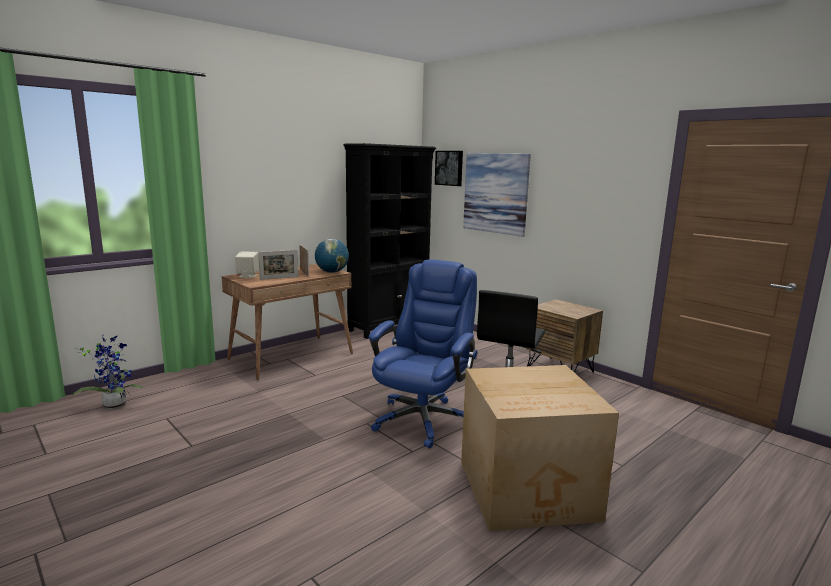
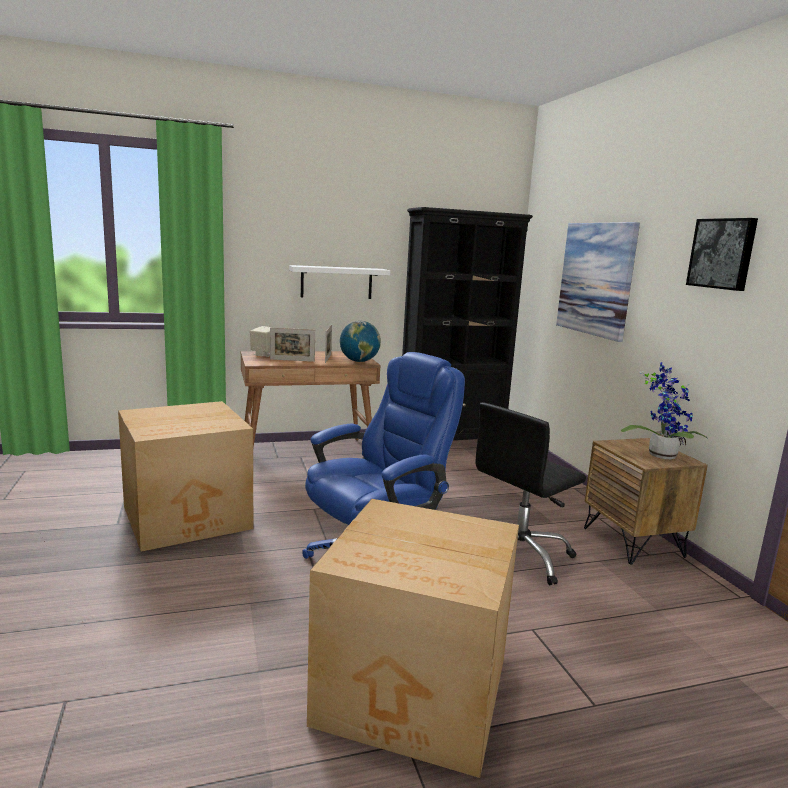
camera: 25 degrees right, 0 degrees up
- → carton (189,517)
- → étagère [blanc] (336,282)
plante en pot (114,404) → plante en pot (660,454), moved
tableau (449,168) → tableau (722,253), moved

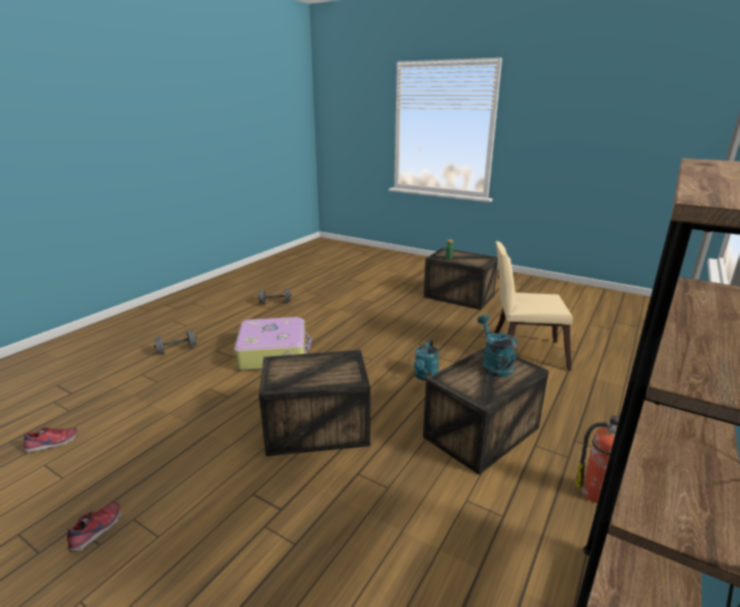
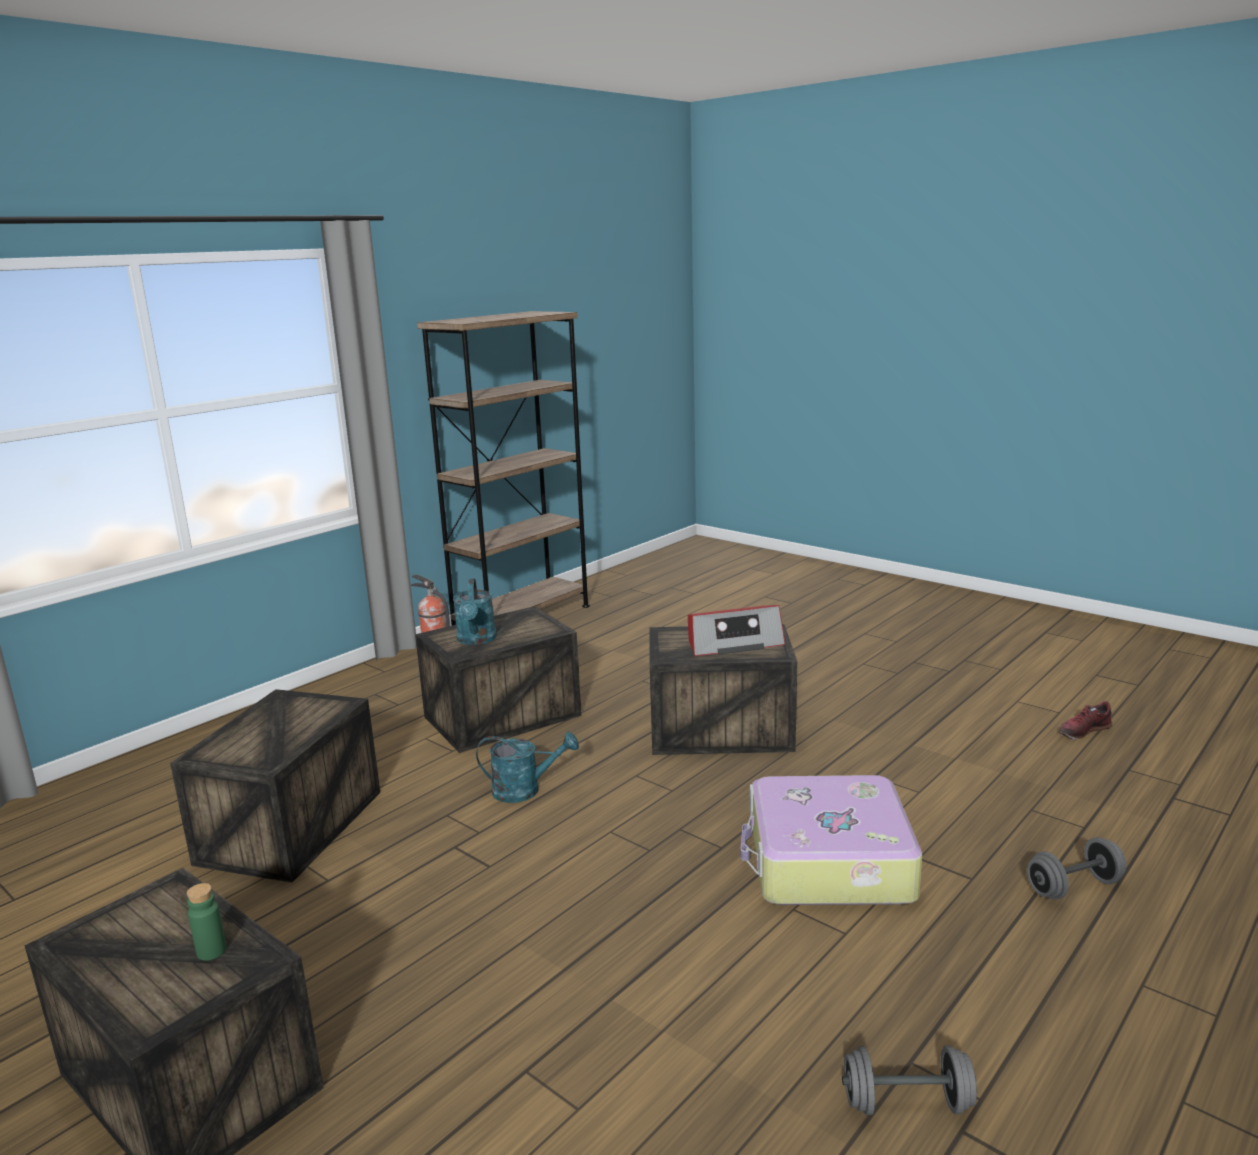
camera: 170 degrees left, 5 degrees down
chaussure (97,531) → -
- → radio (733,643)
chaise [beige] (522,352) → caisse (290,828)
arrosoir [turquoise] (425,377) → arrosoir [turquoise] (525,790), 60 degrees clockwise

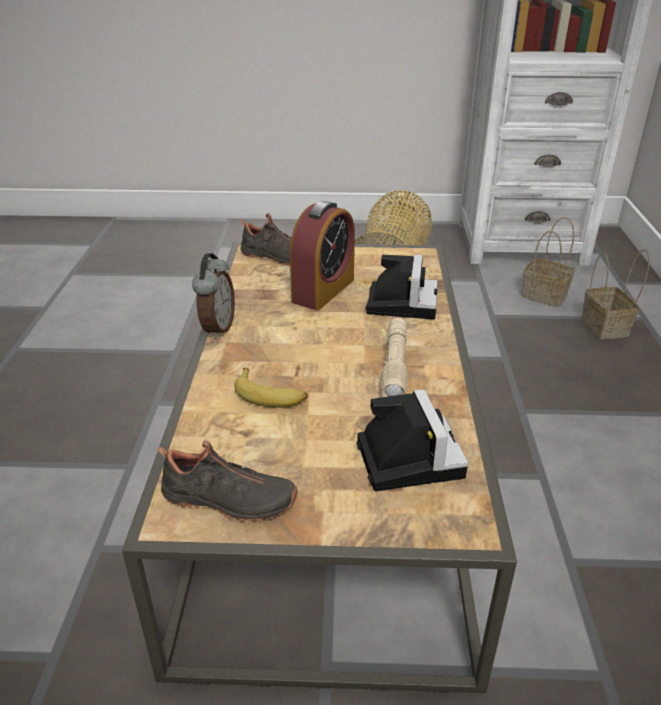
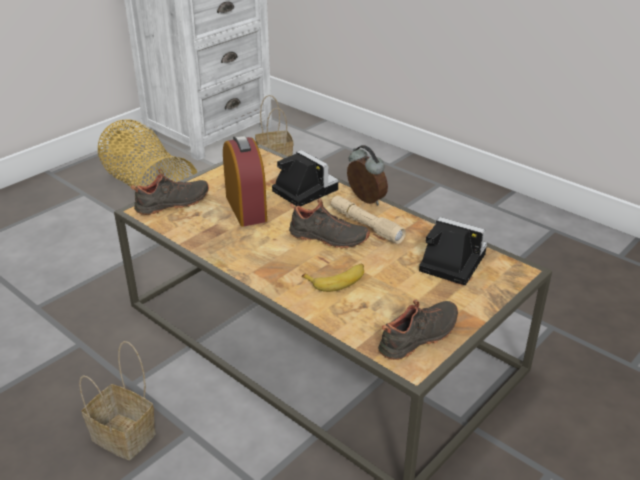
camera: 50 degrees left, 0 degrees up
- → chaussure [noir] (328,239)
réveil (217,328) → réveil (365,201), moved
panier (606,327) → panier (126,436), moved

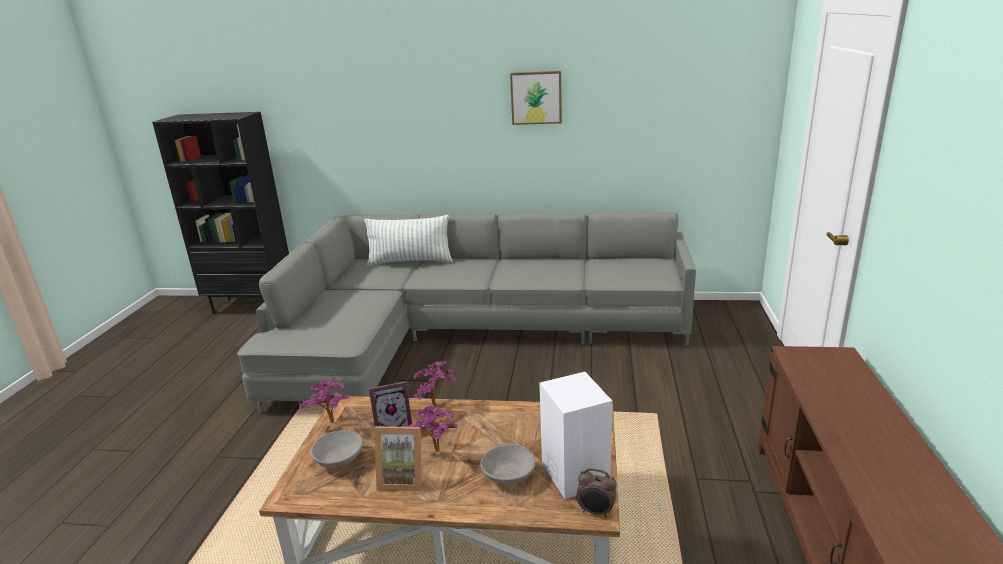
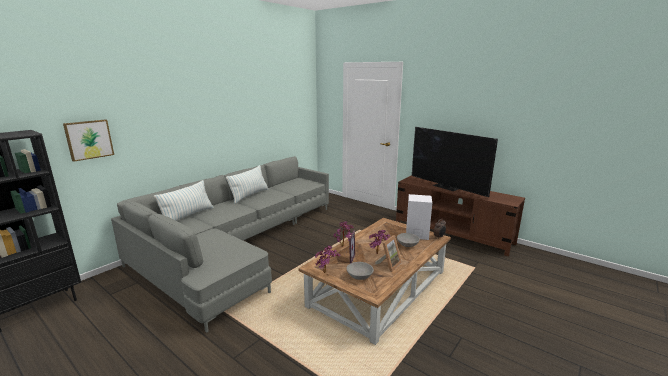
camera: 60 degrees left, 5 degrees down
- → coussin (249,195)
- → téléviseur (446,187)
tableau (536,97) → tableau (89,139), moved

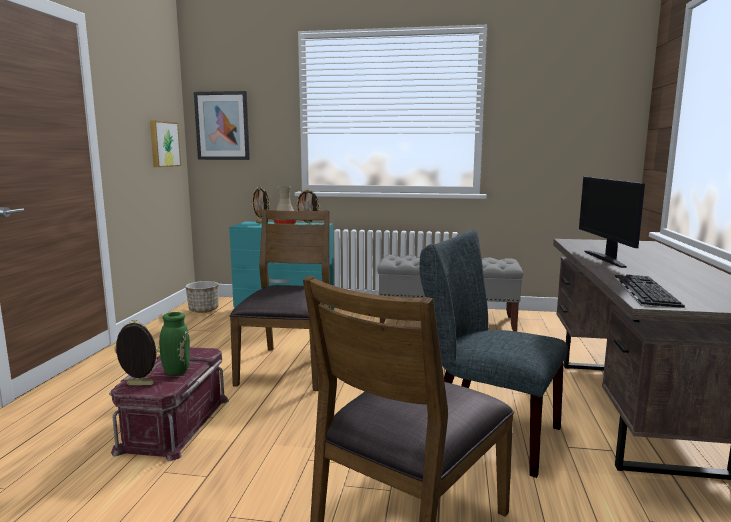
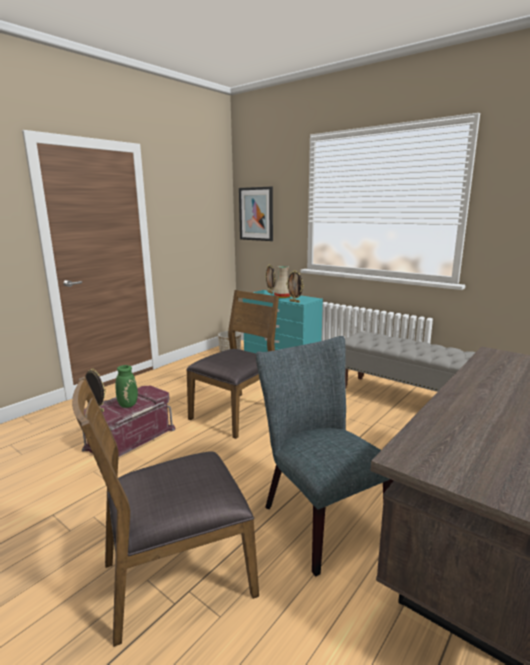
camera: 30 degrees right, 5 degrees up
tableau (163,144) → -
écran d'ordinateur (606,259) → -
clavier (643,290) → -

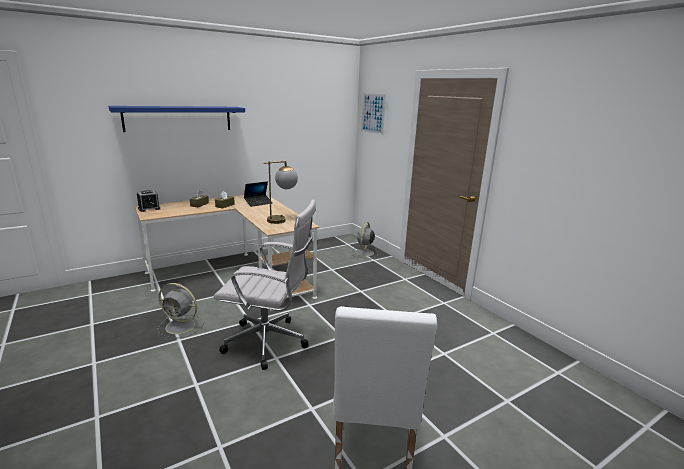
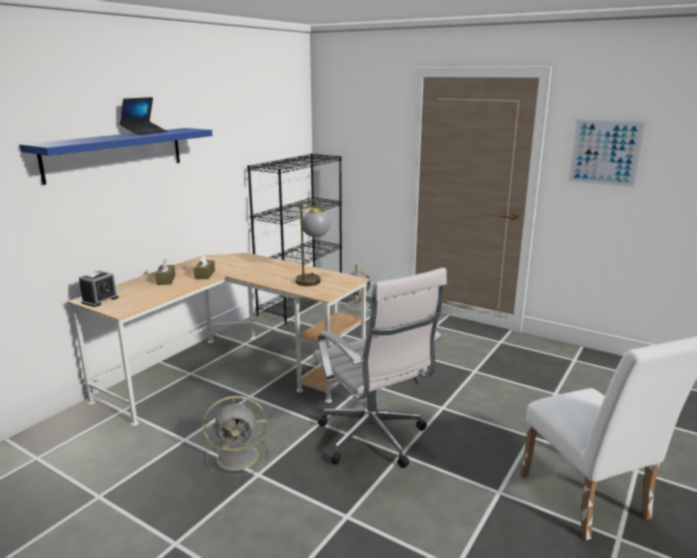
camera: 25 degrees left, 0 degrees up
- → bibliothèque [noir] (301,303)
ordinateur portable (258,203) → ordinateur portable (144,133), moved
tableau (373,113) → tableau (605,153), moved
chaise de bureau [blanc] (270,343) → chaise de bureau [blanc] (374,440), 75 degrees clockwise

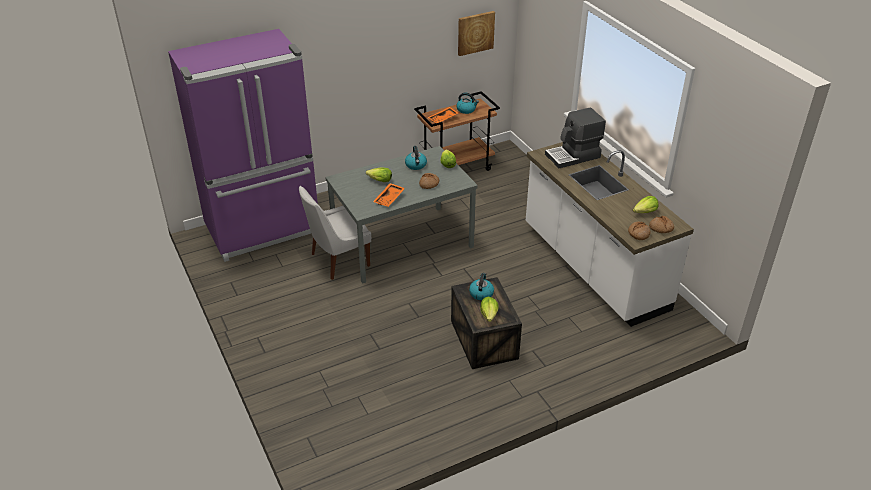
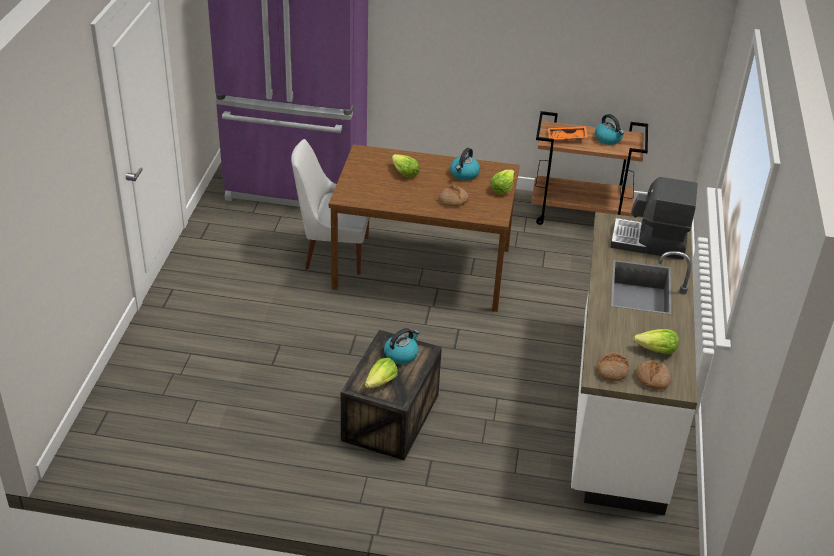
camera: 35 degrees right, 0 degrees up
plateau [orange] (389,199) → -
tableau (475,32) → -
table à manger [gris] (402,244) → table à manger [marron] (421,269)

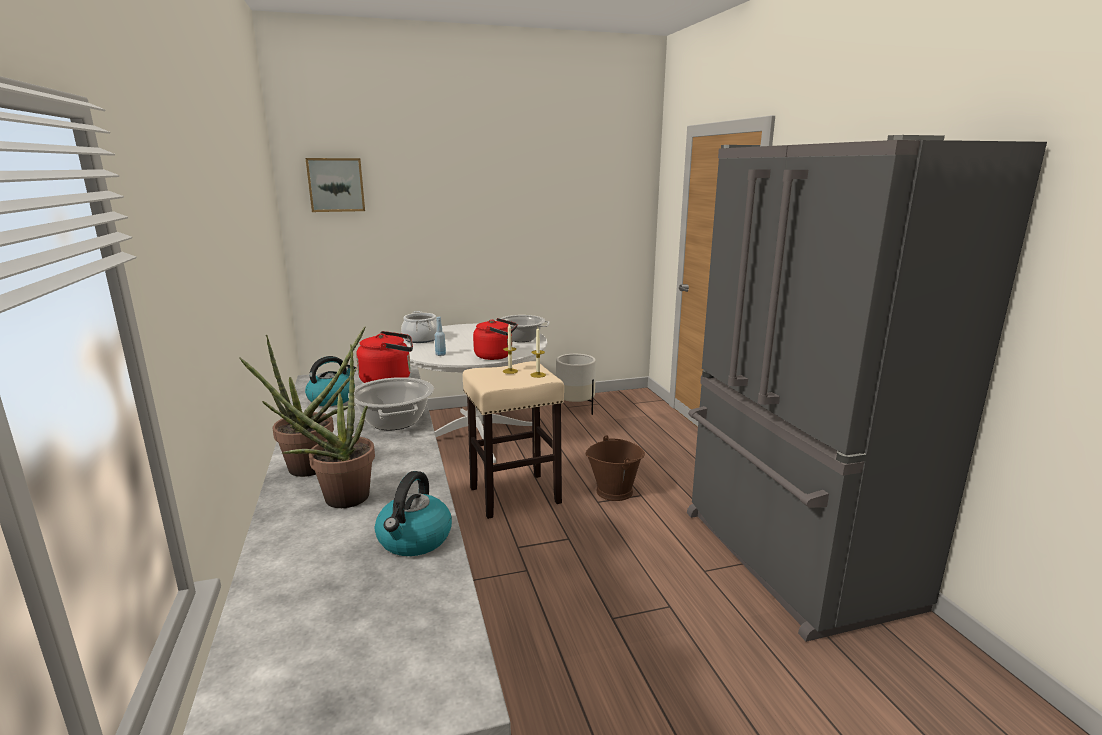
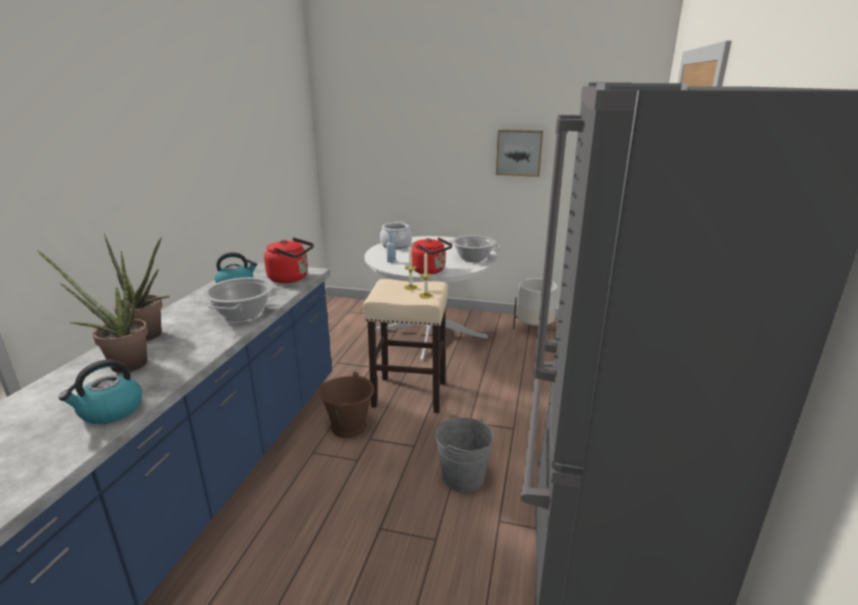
camera: 30 degrees right, 5 degrees up
- → seau [gris] (463,477)
tableau (336,185) → tableau (519,152), moved
seau [marron] (614,491) → seau [marron] (349,426), moved

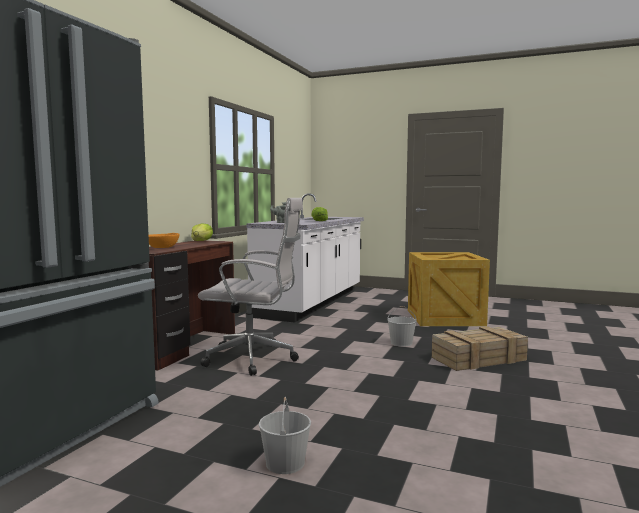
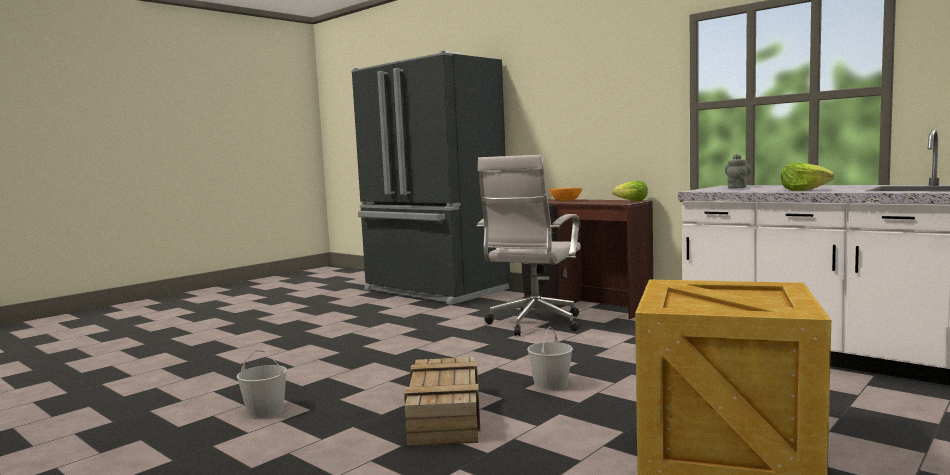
camera: 110 degrees right, 0 degrees up
seau [blanc] (285,463) → seau [blanc] (264,411), moved

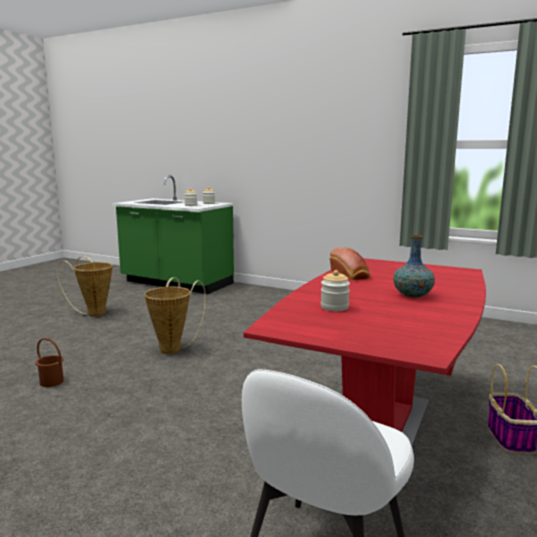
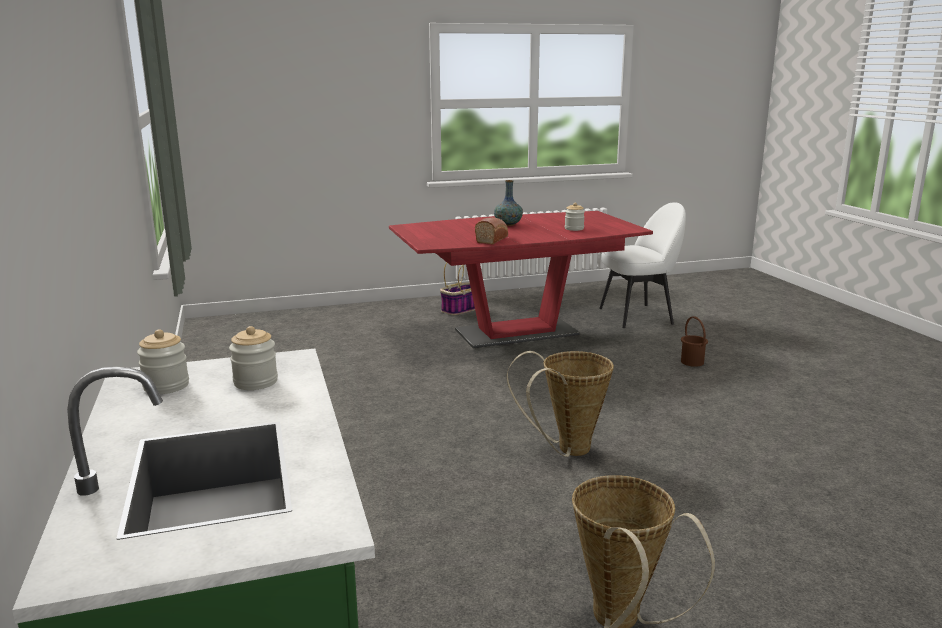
camera: 135 degrees left, 5 degrees up
seau [marron] (51,382) → seau [marron] (692,362), moved

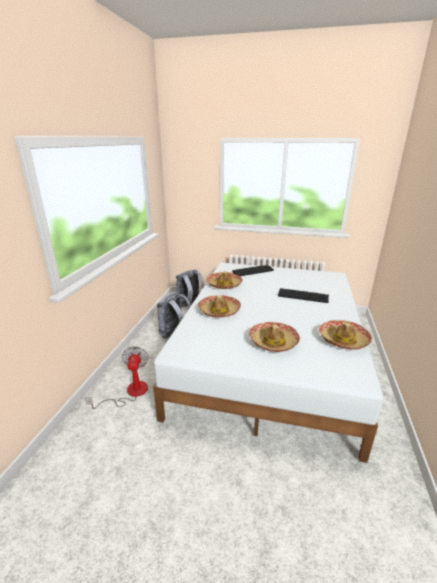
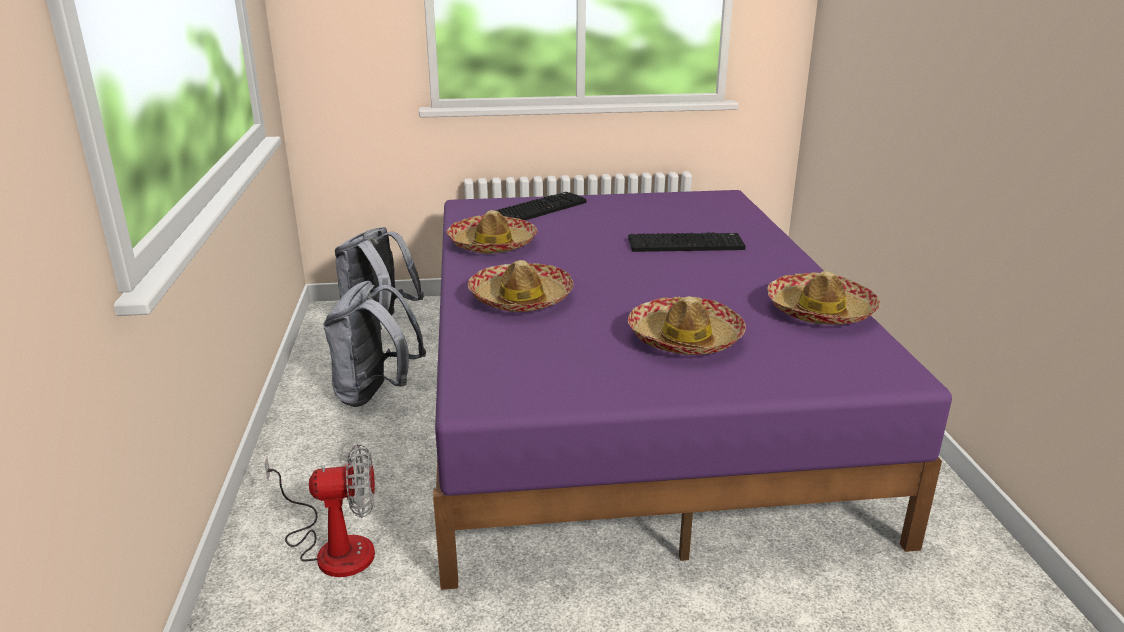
camera: 20 degrees left, 0 degrees up
lit [blanc] (269,357) → lit [violet] (629,400)
ventilateur (130,393) → ventilateur (333,547), 105 degrees clockwise

